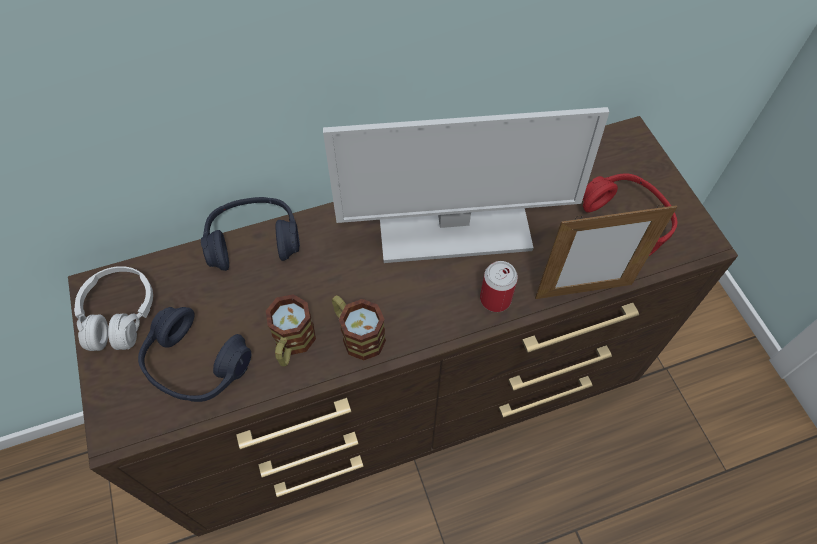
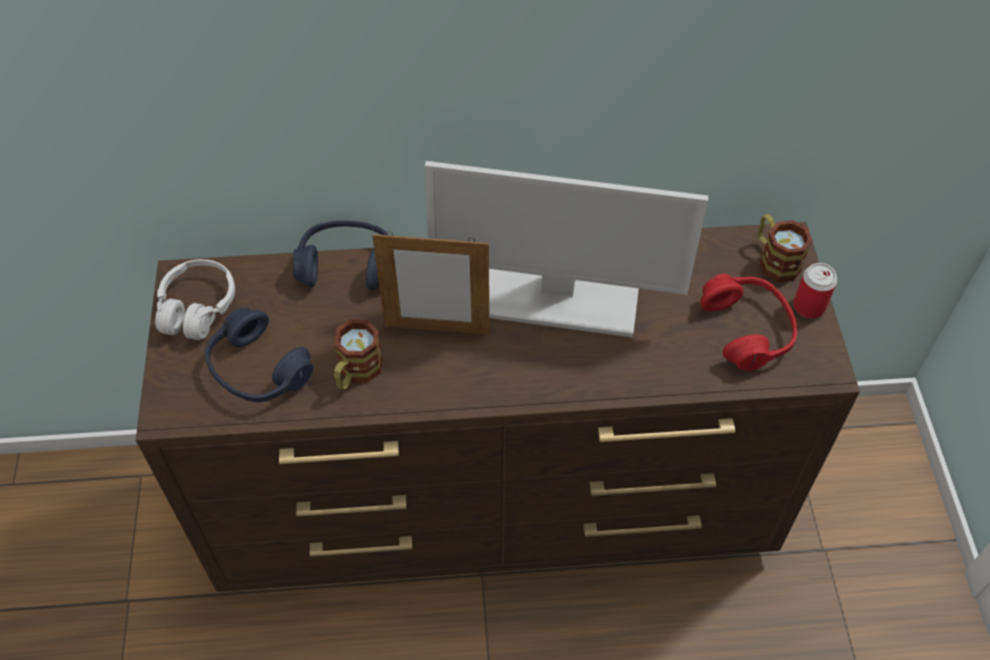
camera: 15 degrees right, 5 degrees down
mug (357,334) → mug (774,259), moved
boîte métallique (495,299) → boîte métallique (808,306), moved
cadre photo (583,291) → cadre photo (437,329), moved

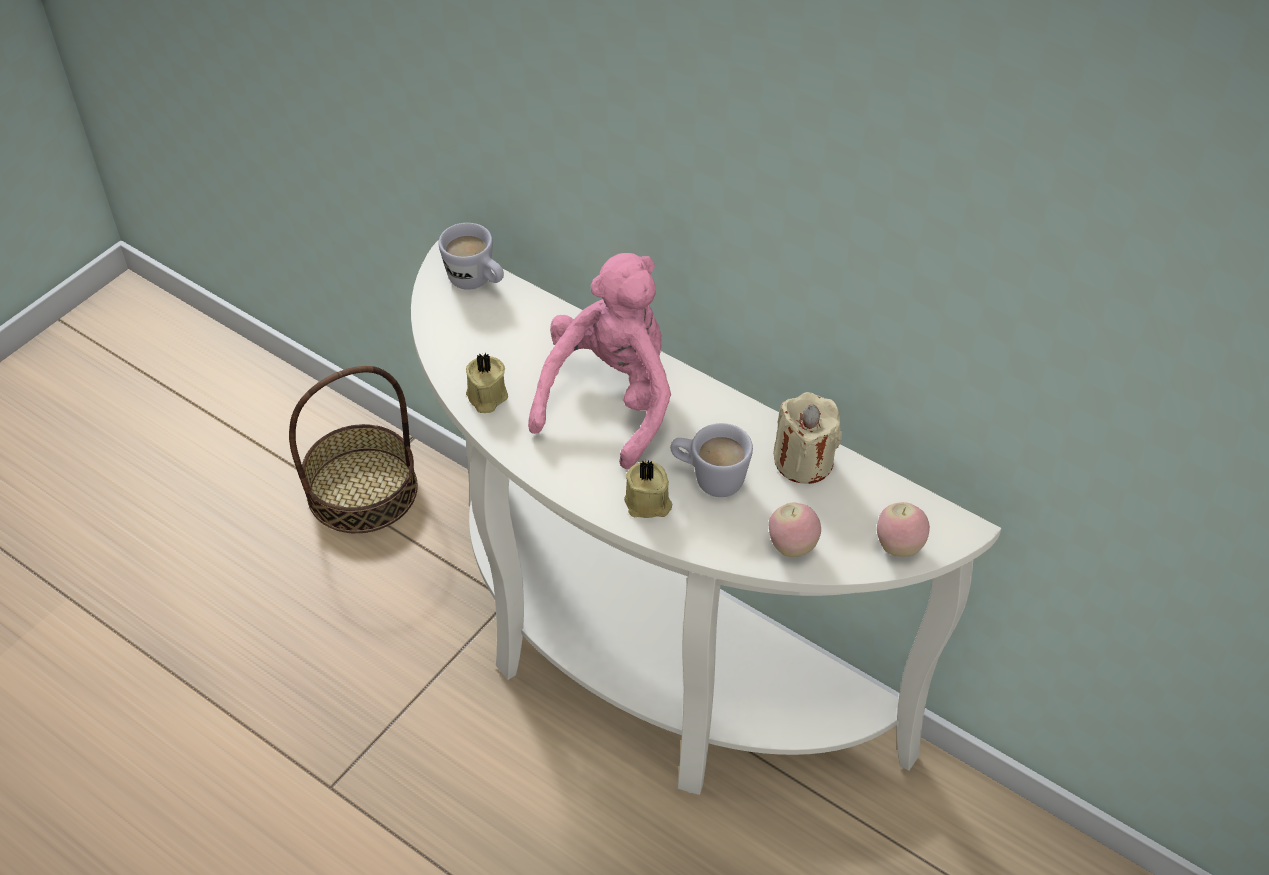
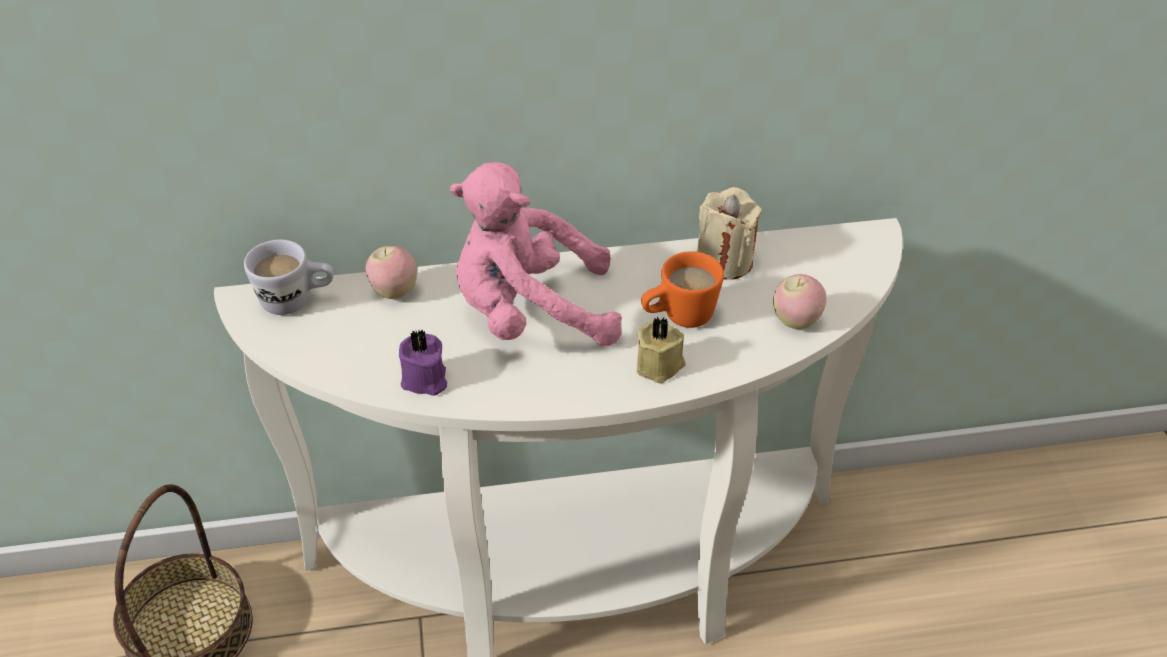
camera: 45 degrees left, 5 degrees down
pomme (899,547) → pomme (394,292), moved
bougie [beige] (486,397) → bougie [violet] (425,380)
mug [blanc] (709,479) → mug [orange] (678,318)
peluche [rose] (610,400) → peluche [rose] (530,314), 75 degrees counterclockwise

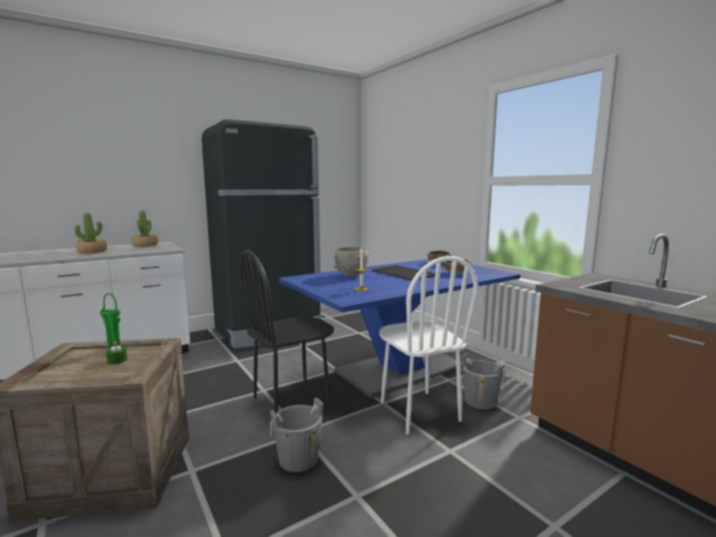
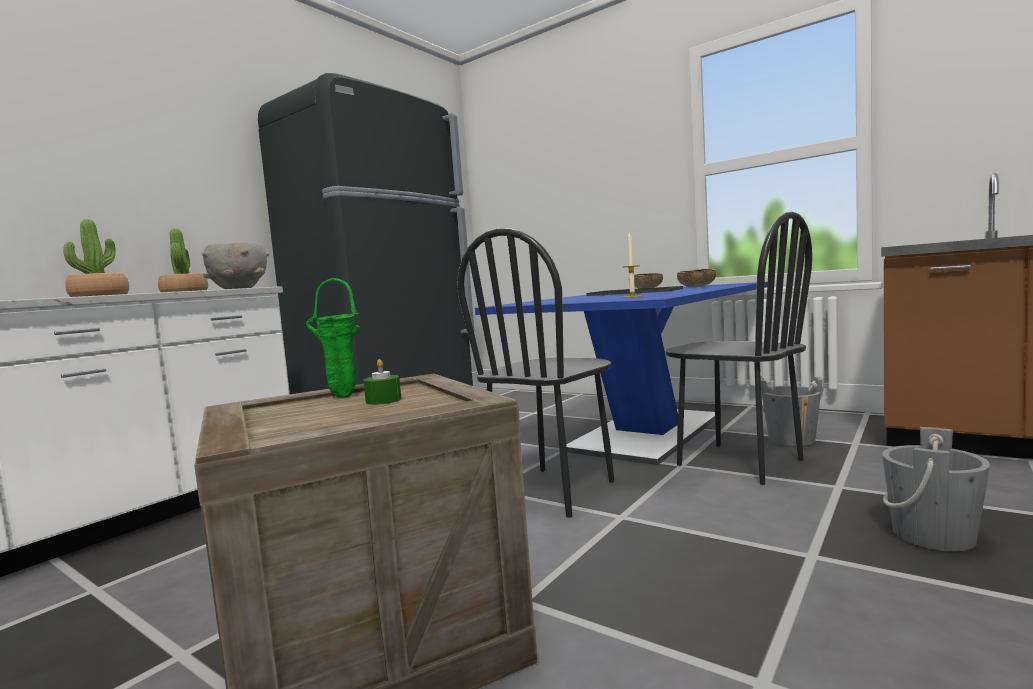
camera: 20 degrees left, 5 degrees down
seau [gris] (298,459) → seau [gris] (933,535), moved
bol [gris] (351,274) → bol [gris] (239,289), moved
chaise [blanc] (419,411) → chaise [noir] (739,462)

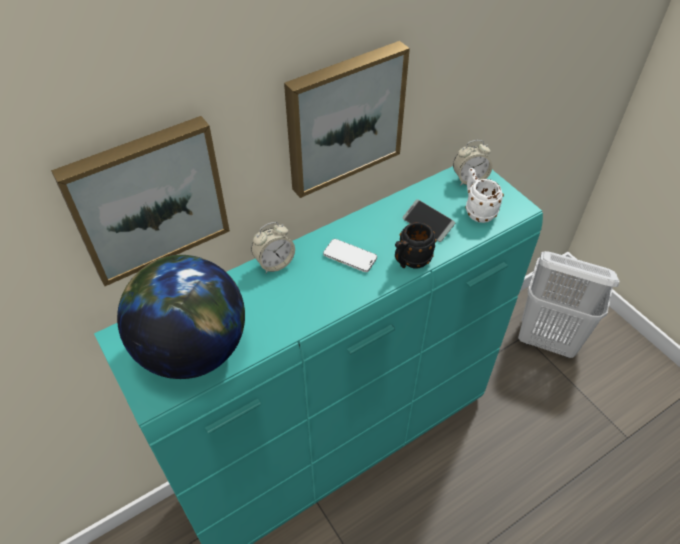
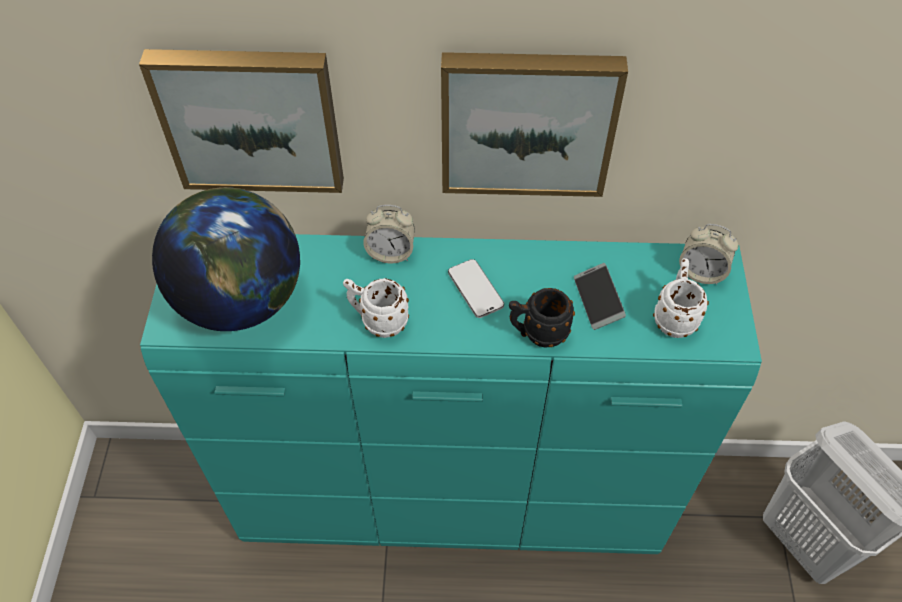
camera: 35 degrees right, 5 degrees up
- → mug [blanc] (378,321)

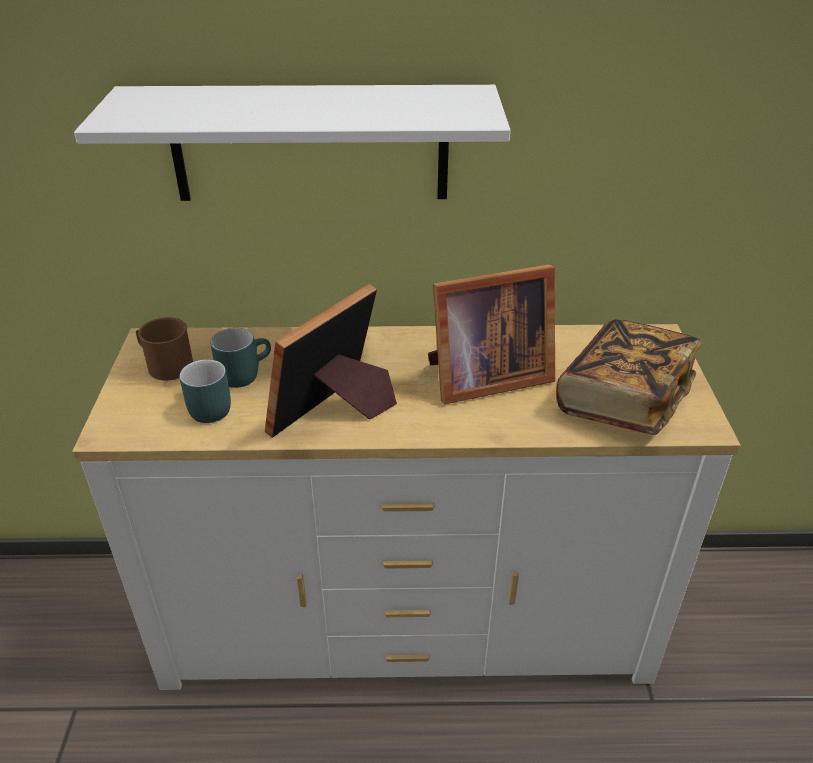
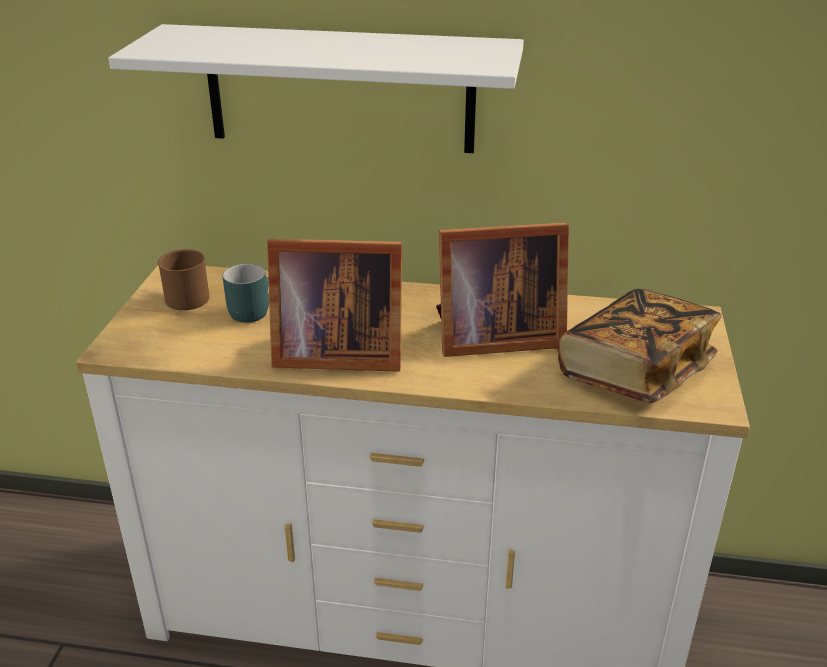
camera: 10 degrees right, 5 degrees down
mug [turquoise] (203,409) → -
cadre photo (336,412) → cadre photo (334,353), 135 degrees counterclockwise

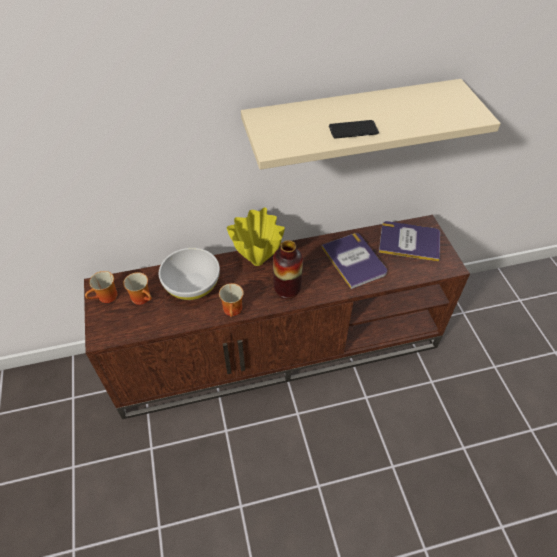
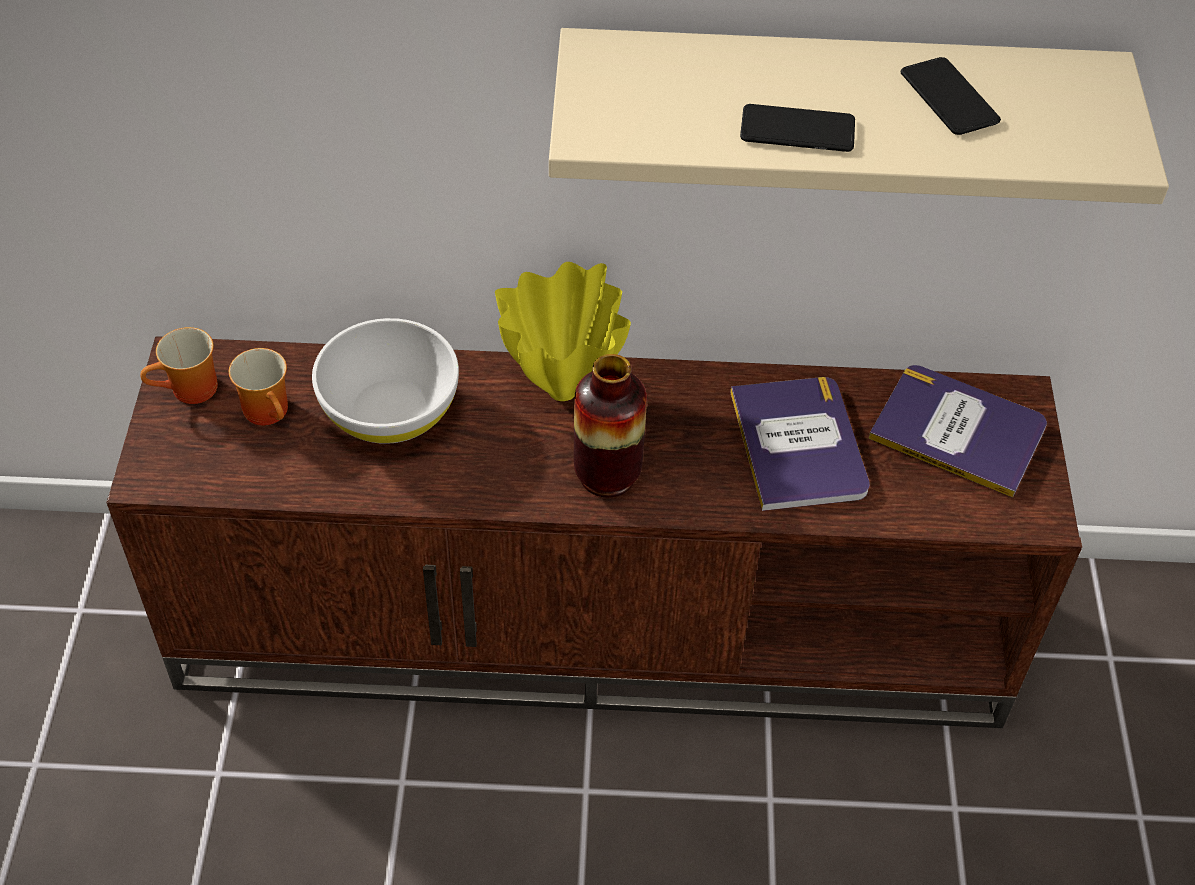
camera: 15 degrees right, 0 degrees up
mug (234,310) → -
- → téléphone (949,98)

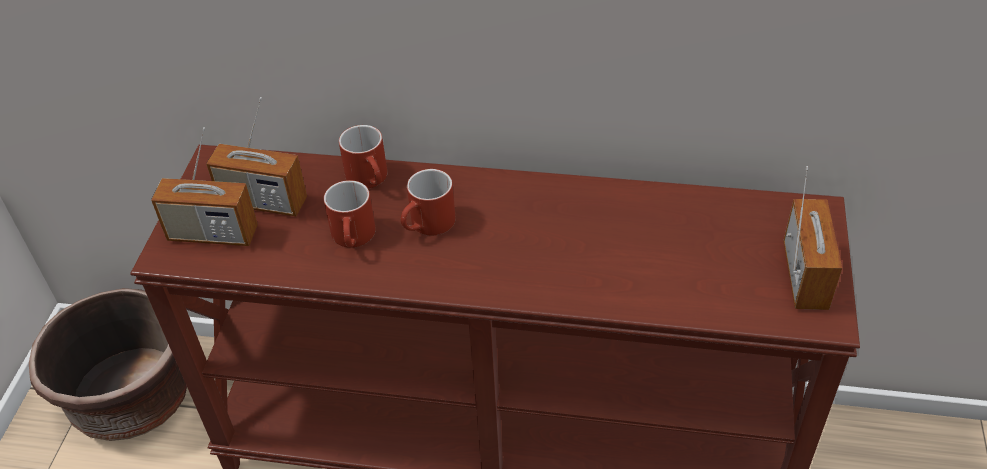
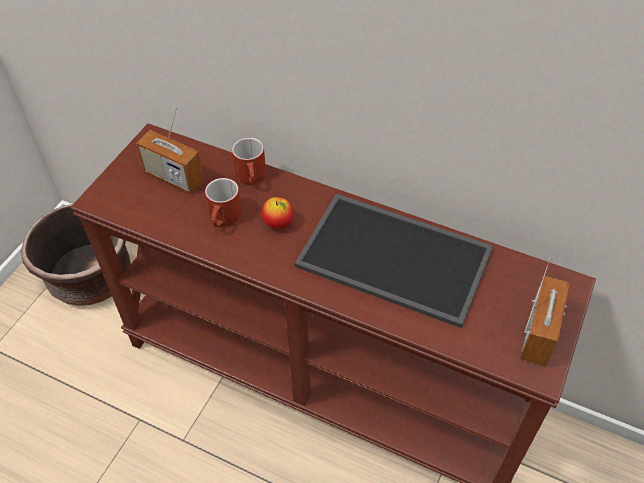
camera: 15 degrees right, 5 degrees up
radio (213,234) → -
- → plateau (397,256)
mug [rouge] (428,226) → pomme (278,223)

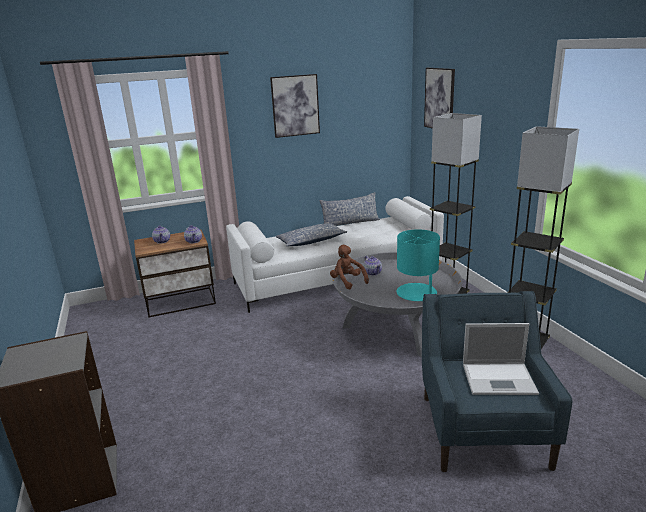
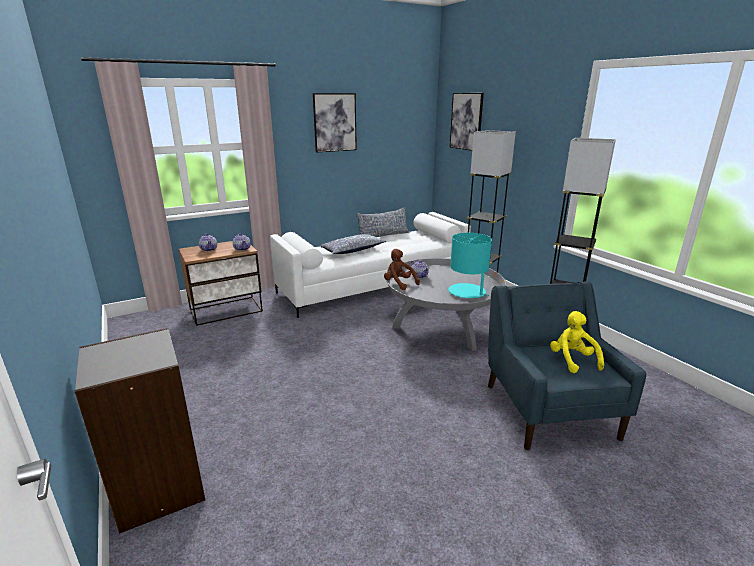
camera: 10 degrees left, 0 degrees up
ordinateur portable (500,379) → peluche [jaune] (572,360)

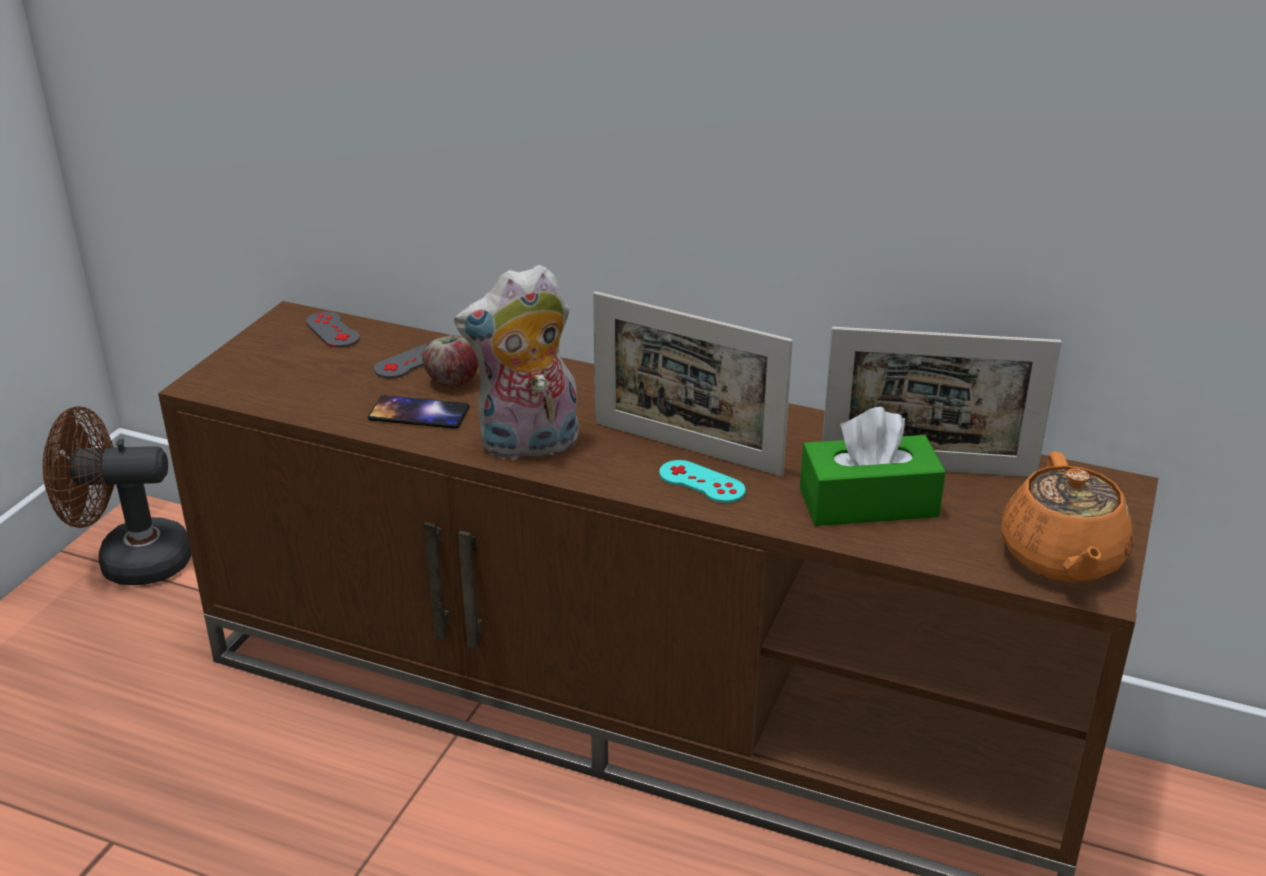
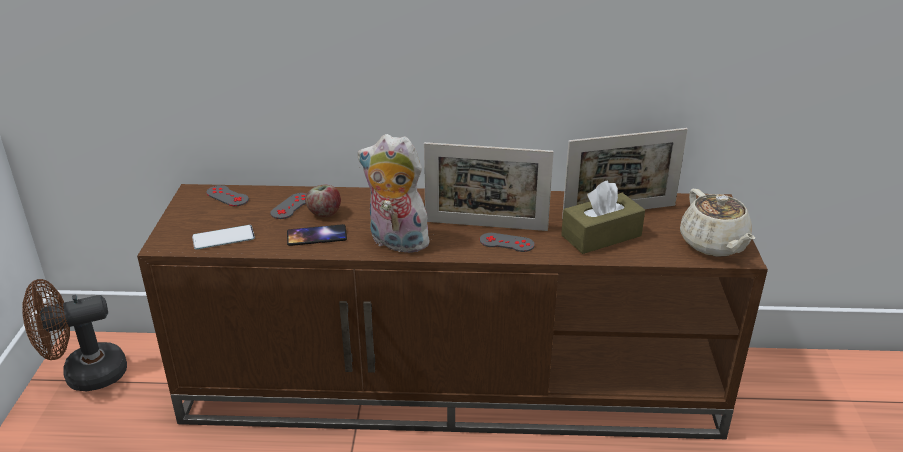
camera: 20 degrees left, 0 degrees up
- → téléphone (223,238)
manette [turquoise] (701,482) → manette [gris] (507,243)
boîte à mouchoirs [vert] (868,502) → boîte à mouchoirs [marron] (601,236)
théière [orange] (1061,558) → théière [beige] (714,244)
peluche (528,446) → peluche (395,242), 60 degrees clockwise

